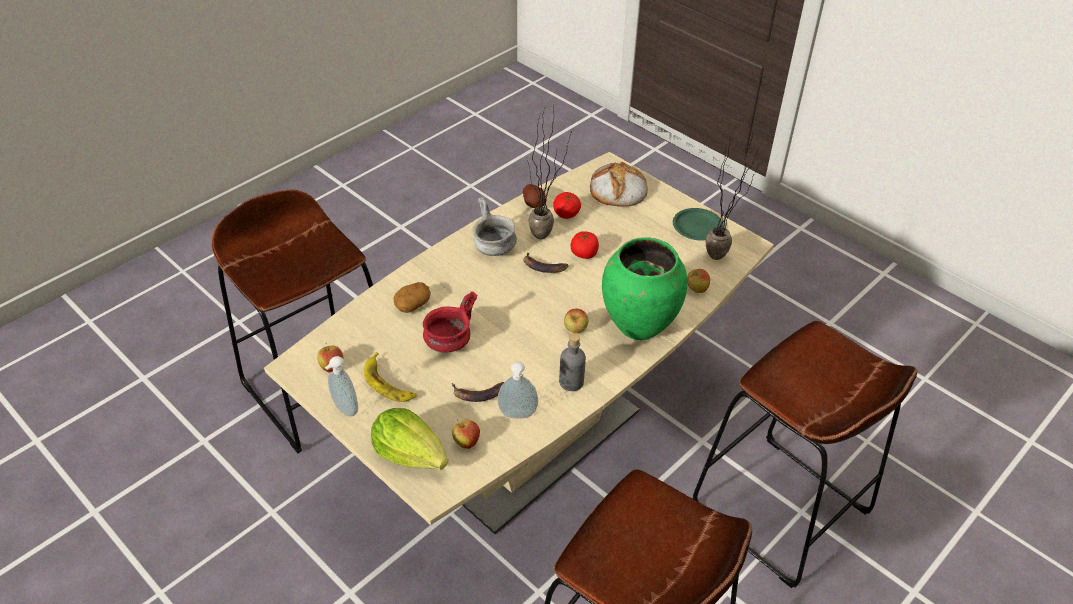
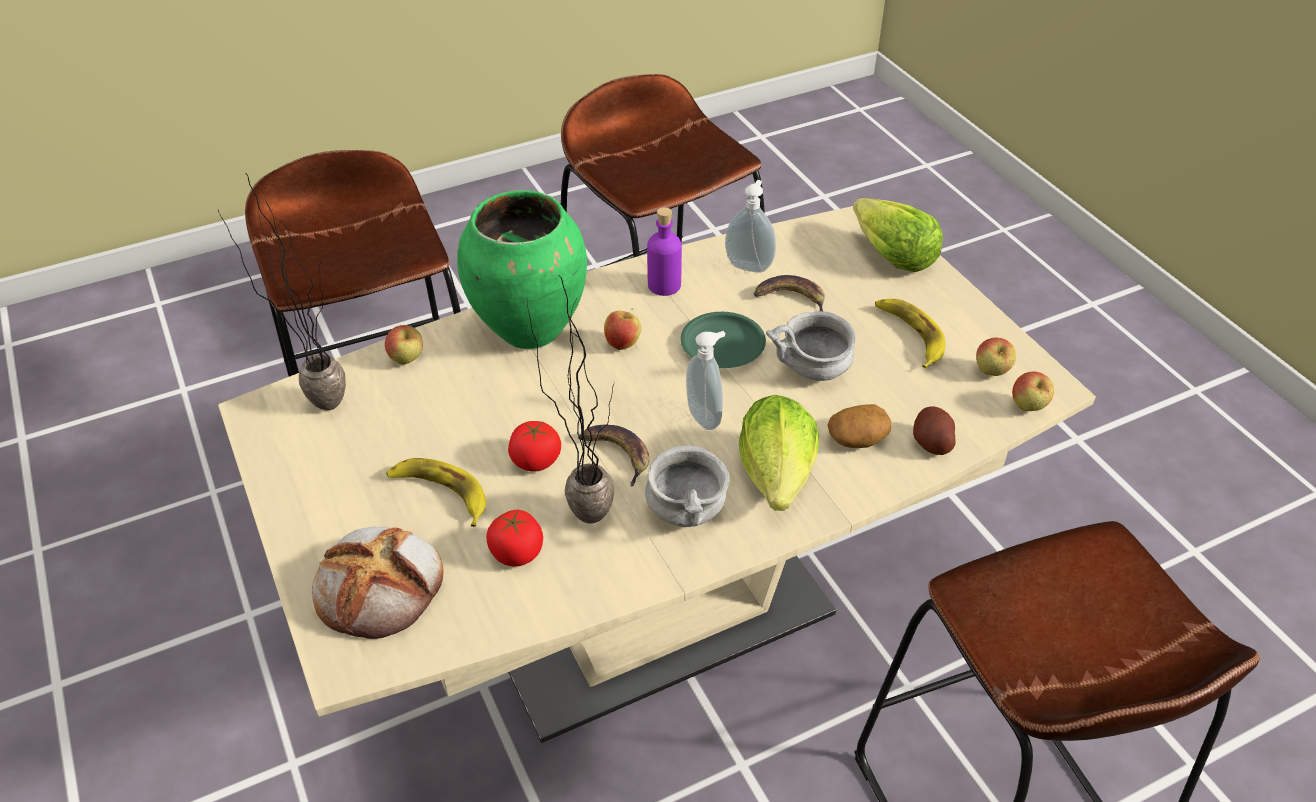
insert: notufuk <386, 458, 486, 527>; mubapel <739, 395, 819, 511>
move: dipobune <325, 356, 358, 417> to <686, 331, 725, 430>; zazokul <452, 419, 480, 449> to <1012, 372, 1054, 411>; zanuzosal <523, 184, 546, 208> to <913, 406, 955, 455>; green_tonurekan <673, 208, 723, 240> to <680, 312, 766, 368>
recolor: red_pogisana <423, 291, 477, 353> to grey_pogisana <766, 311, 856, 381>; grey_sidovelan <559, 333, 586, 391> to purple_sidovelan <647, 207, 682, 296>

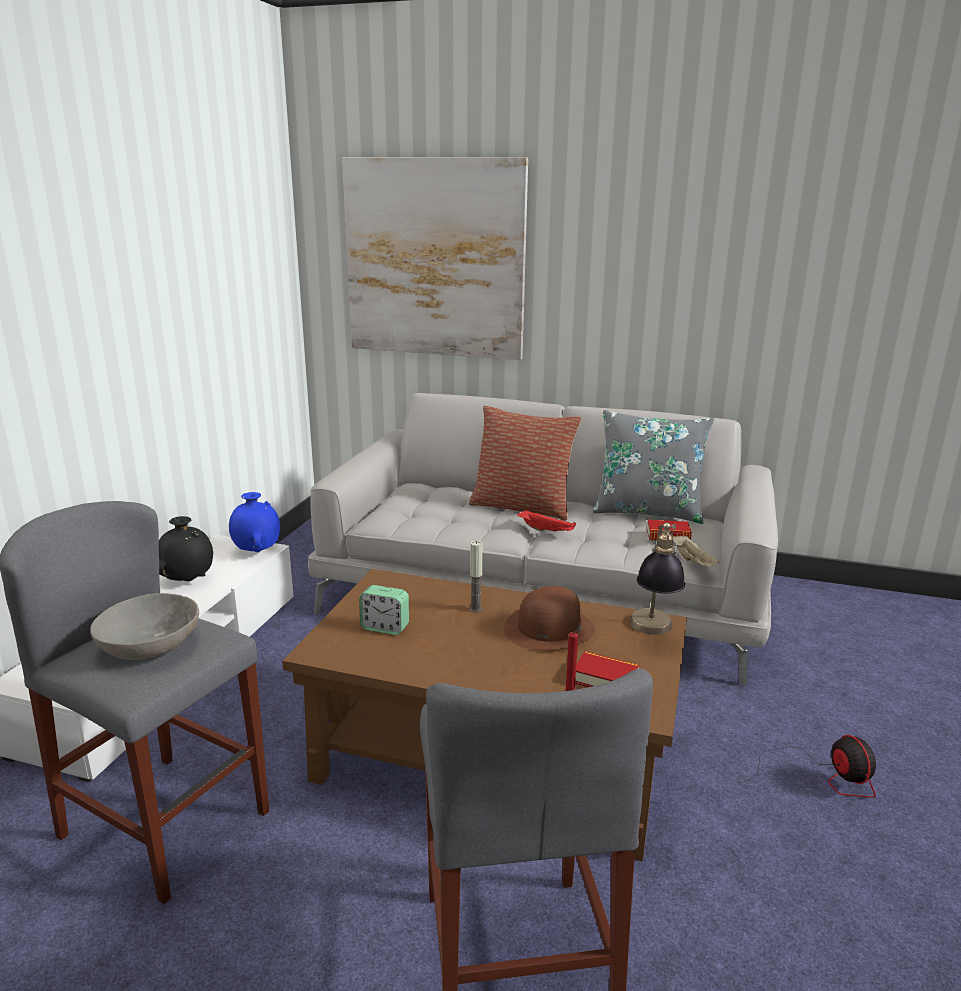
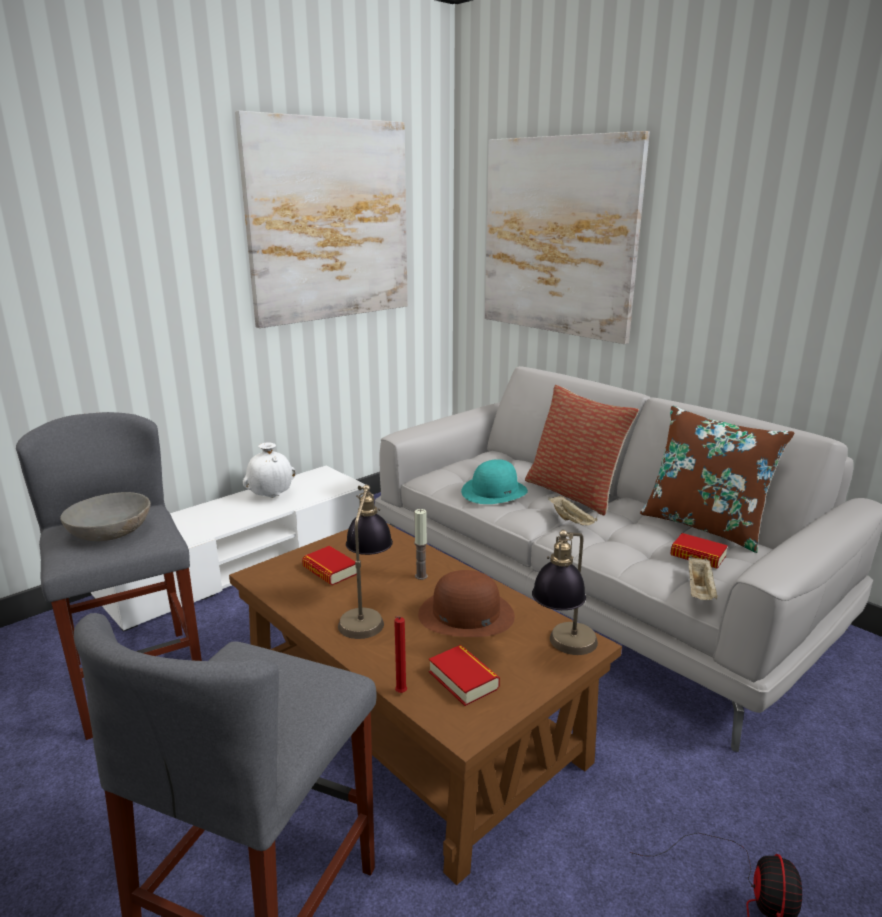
delete: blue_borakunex <229, 492, 280, 552>
insert: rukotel <235, 111, 408, 328>; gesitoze <338, 485, 393, 639>; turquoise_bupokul <461, 459, 528, 504>
replace: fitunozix <359, 585, 409, 635> to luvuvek <302, 546, 357, 585>
recolor: black_borakunex <159, 516, 213, 581> to white_borakunex <243, 442, 296, 498>; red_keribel <517, 510, 576, 532> to beige_keribel <548, 496, 597, 525>; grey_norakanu <593, 410, 714, 524> to brown_norakanu <640, 406, 795, 553>

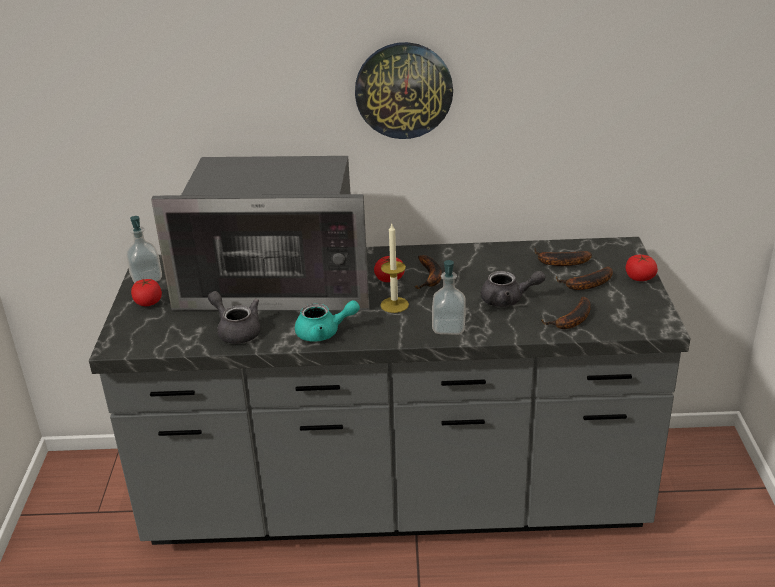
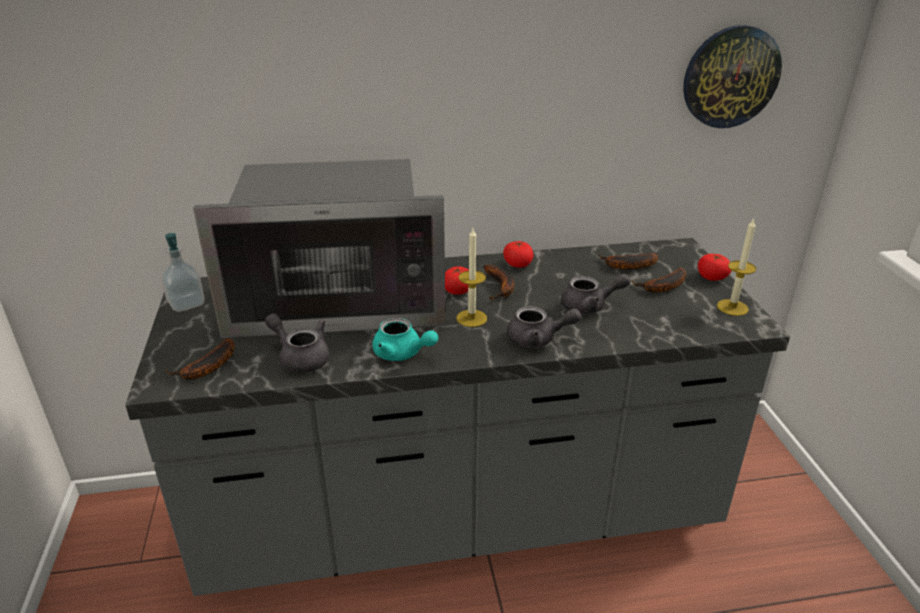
insert: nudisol <717, 218, 756, 316>
move: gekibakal <131, 279, 162, 306> to <503, 241, 534, 268>; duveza <355, 42, 453, 139> to <683, 25, 782, 128>; notufuk <541, 296, 591, 329> to <166, 338, 235, 380>
replace: dipobune <432, 260, 466, 335> to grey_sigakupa <507, 306, 581, 348>
rotate: turquoise_sigakupa <295, 300, 360, 342> = <372, 318, 438, 361> 45 degrees clockwise

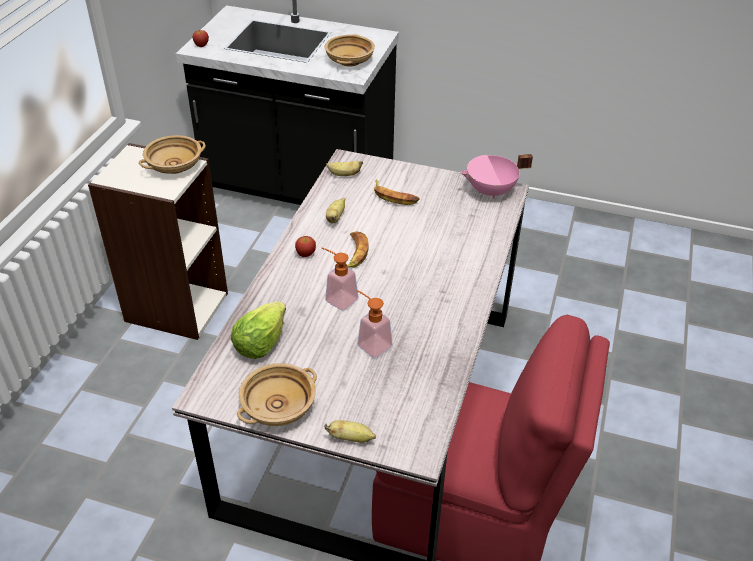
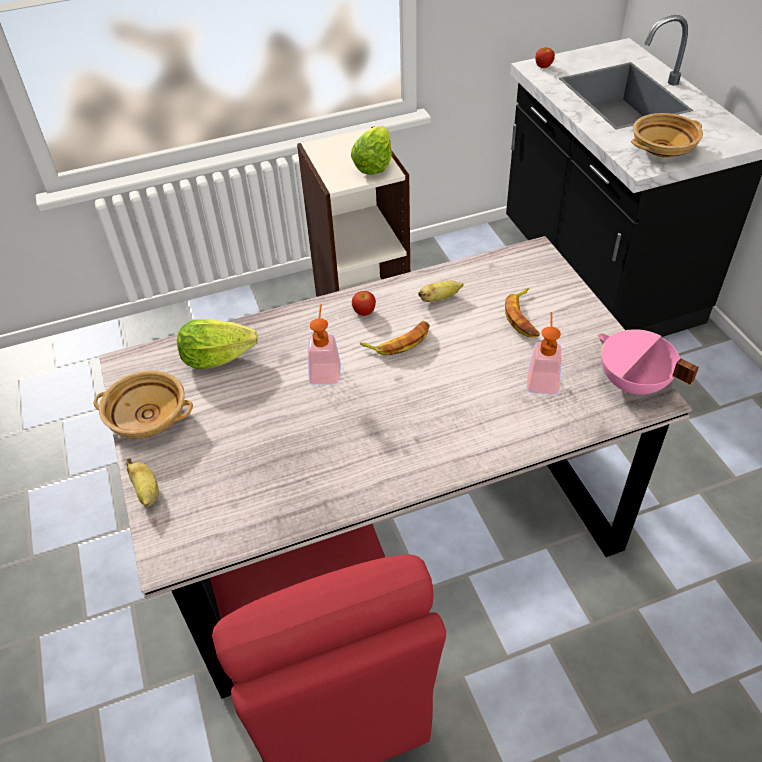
delete: notufuk <326, 161, 363, 176>
move: dipobune <357, 290, 393, 358> to <527, 312, 562, 395>
replace: beige_pogisana <139, 135, 206, 174> to mubapel <351, 126, 392, 175>

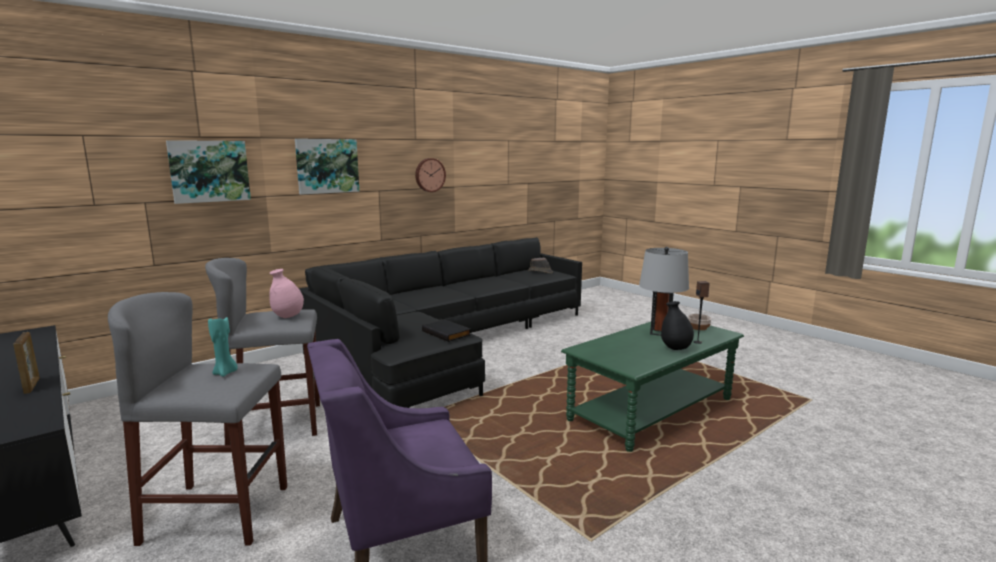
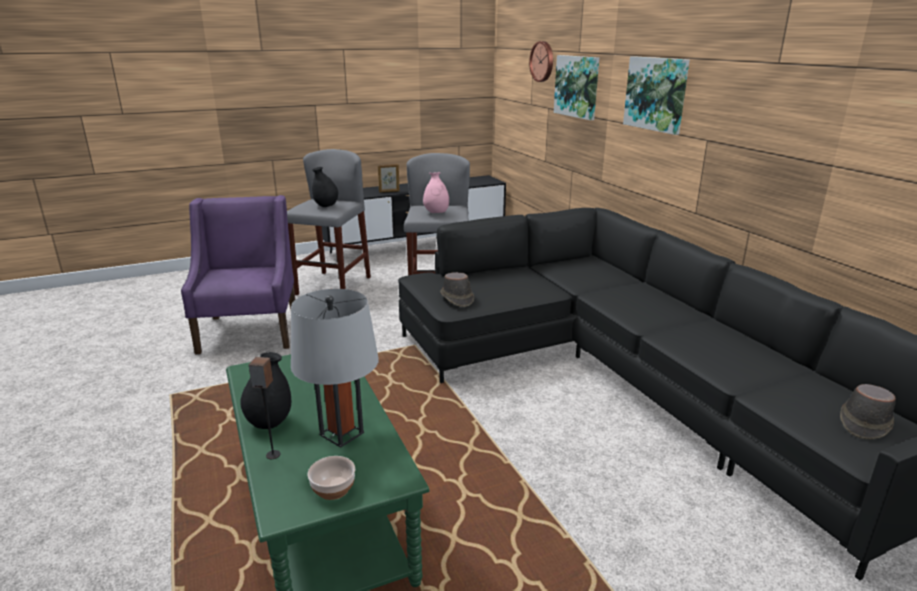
move: duveza <415, 158, 446, 192> to <529, 41, 553, 82>
replace: turquoise_nudisol <208, 315, 238, 377> to black_borakunex <312, 167, 338, 207>; black_luvuvek <422, 319, 471, 342> to brown_bupokul <440, 272, 474, 307>

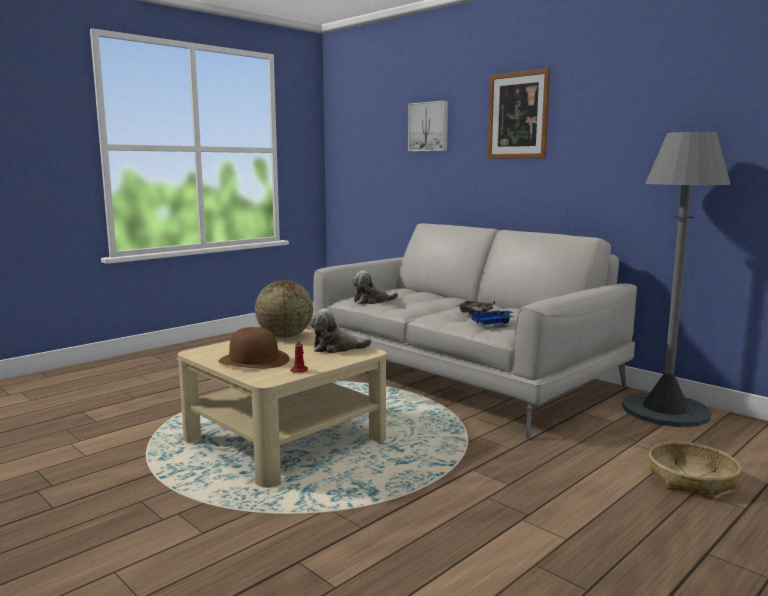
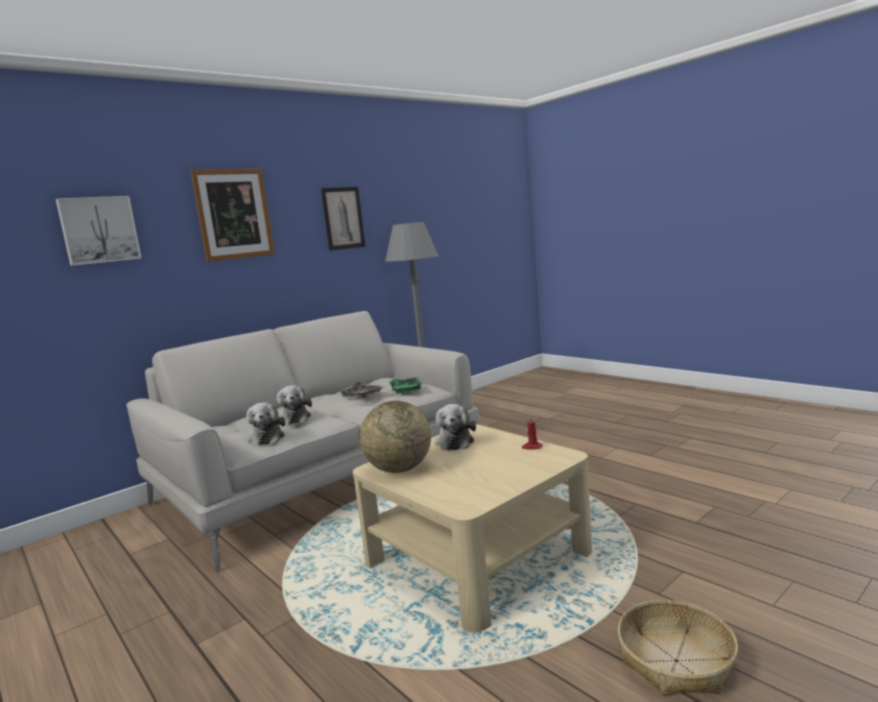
delete: brown_bupokul <218, 327, 290, 369>
insert: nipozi <277, 385, 312, 425>; rukotel <321, 187, 365, 251>
move: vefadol <649, 442, 741, 499> to <618, 600, 738, 696>
recolor: blue_keribel <469, 309, 513, 325> to green_keribel <389, 377, 423, 394>

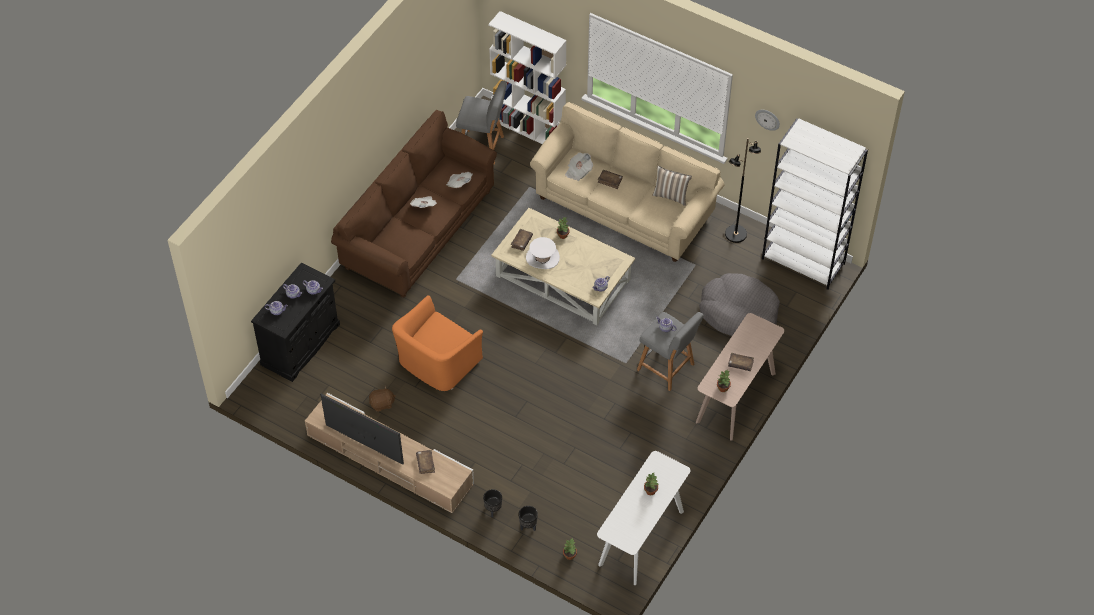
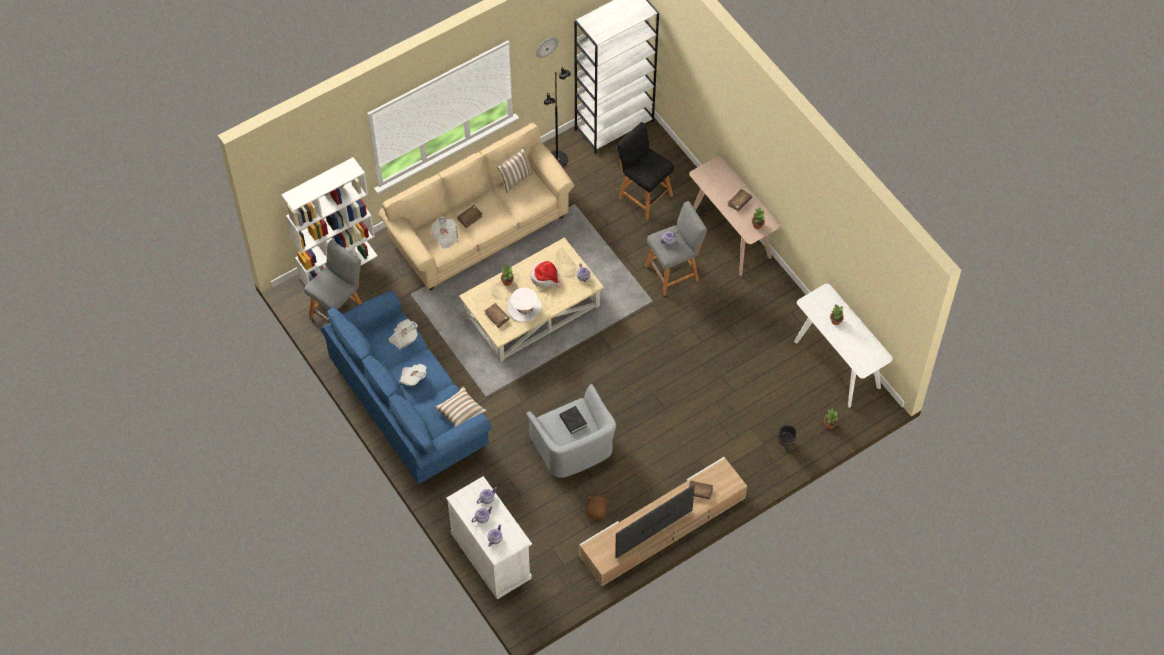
delete: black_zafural <483, 489, 502, 517>
insert: norakanu <434, 386, 487, 427>; bupokul <530, 261, 562, 288>; black_luvuvek <559, 406, 587, 434>
replace: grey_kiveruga <699, 273, 780, 336> to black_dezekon <616, 122, 674, 220>
recolor: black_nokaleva <251, 263, 340, 382> to white_nokaleva <446, 476, 532, 599>; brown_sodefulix <331, 110, 497, 298> to blue_sodefulix <321, 290, 491, 484>; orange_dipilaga <392, 295, 483, 391> to grey_dipilaga <527, 384, 616, 478>

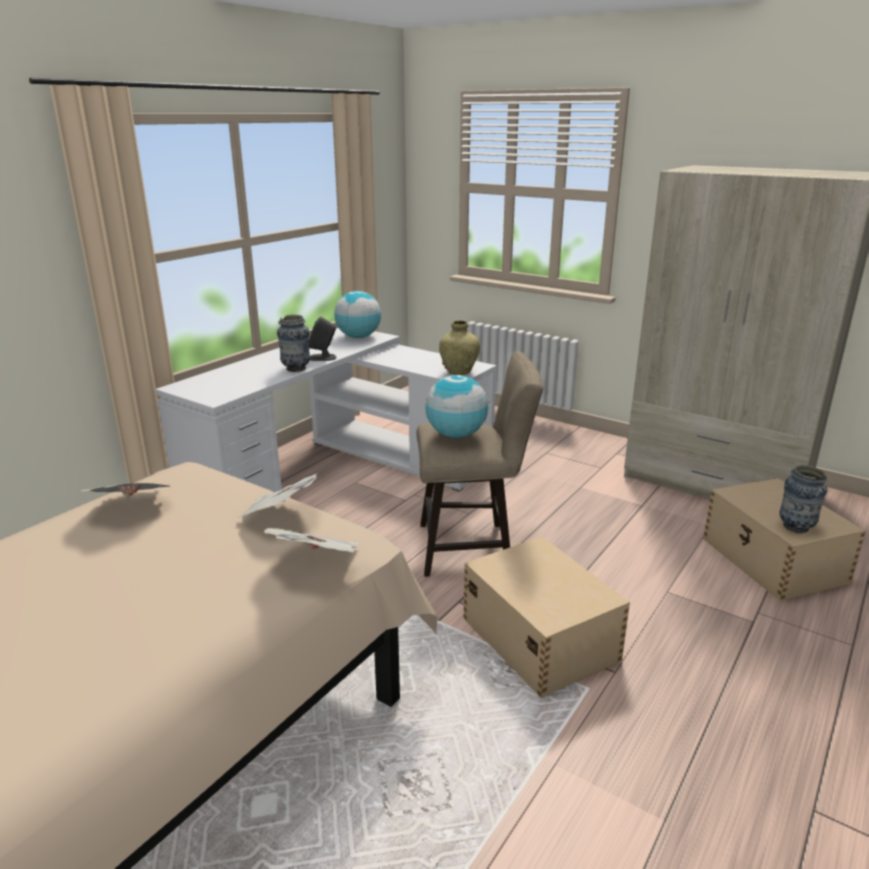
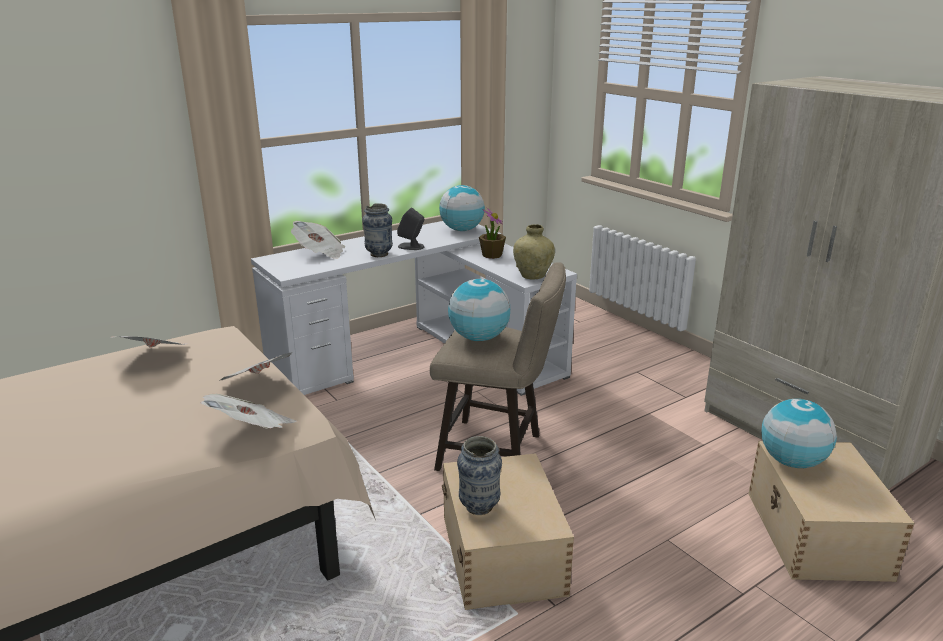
insert: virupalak <291, 221, 345, 259>; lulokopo <479, 208, 506, 259>; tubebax <762, 399, 837, 468>
move: borakunex <779, 465, 827, 533> to <457, 436, 502, 515>

